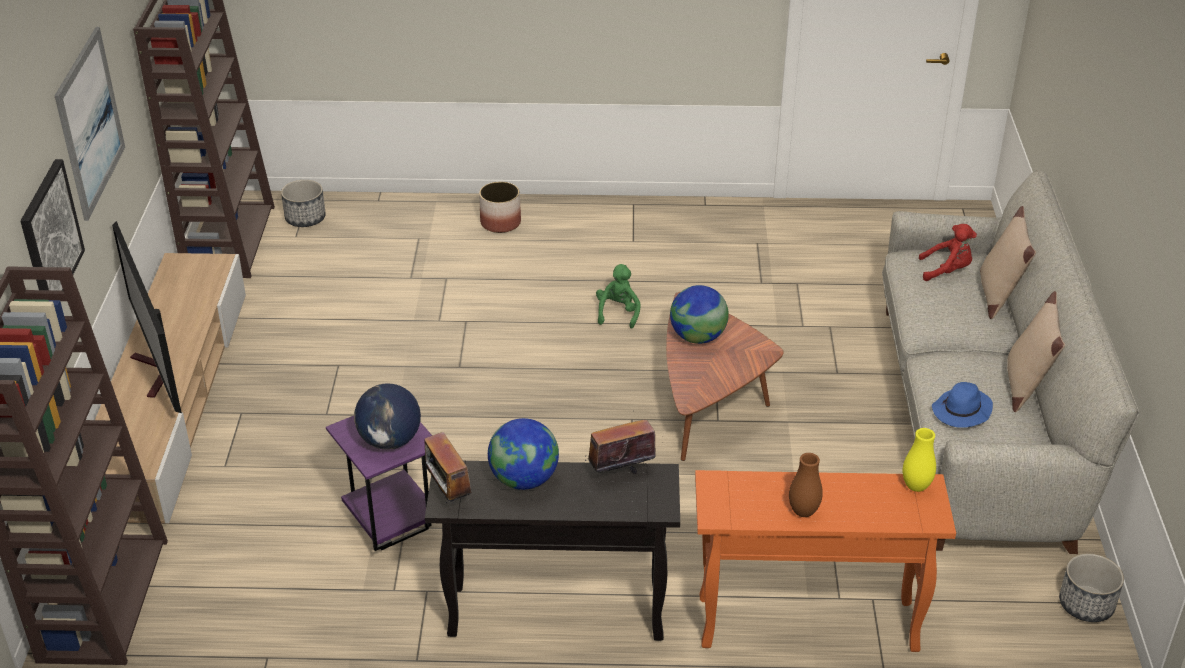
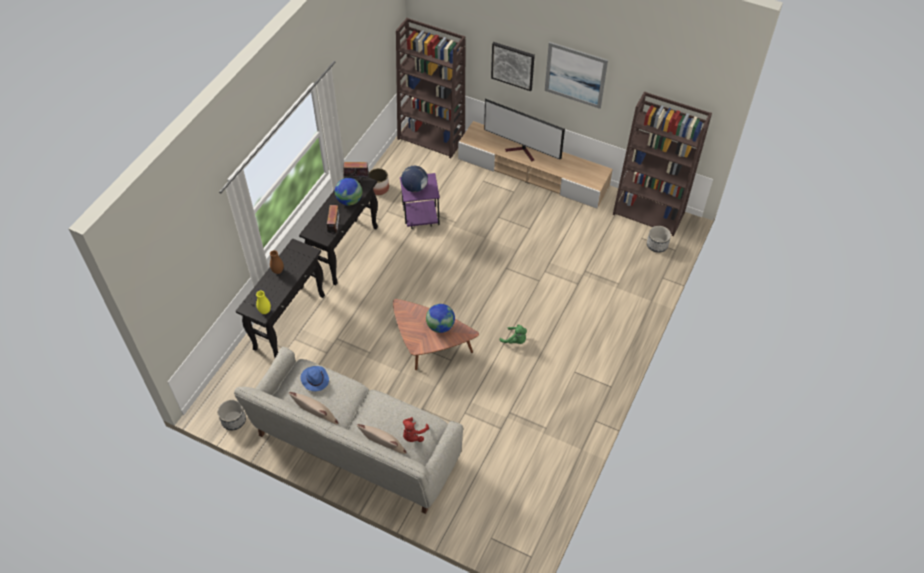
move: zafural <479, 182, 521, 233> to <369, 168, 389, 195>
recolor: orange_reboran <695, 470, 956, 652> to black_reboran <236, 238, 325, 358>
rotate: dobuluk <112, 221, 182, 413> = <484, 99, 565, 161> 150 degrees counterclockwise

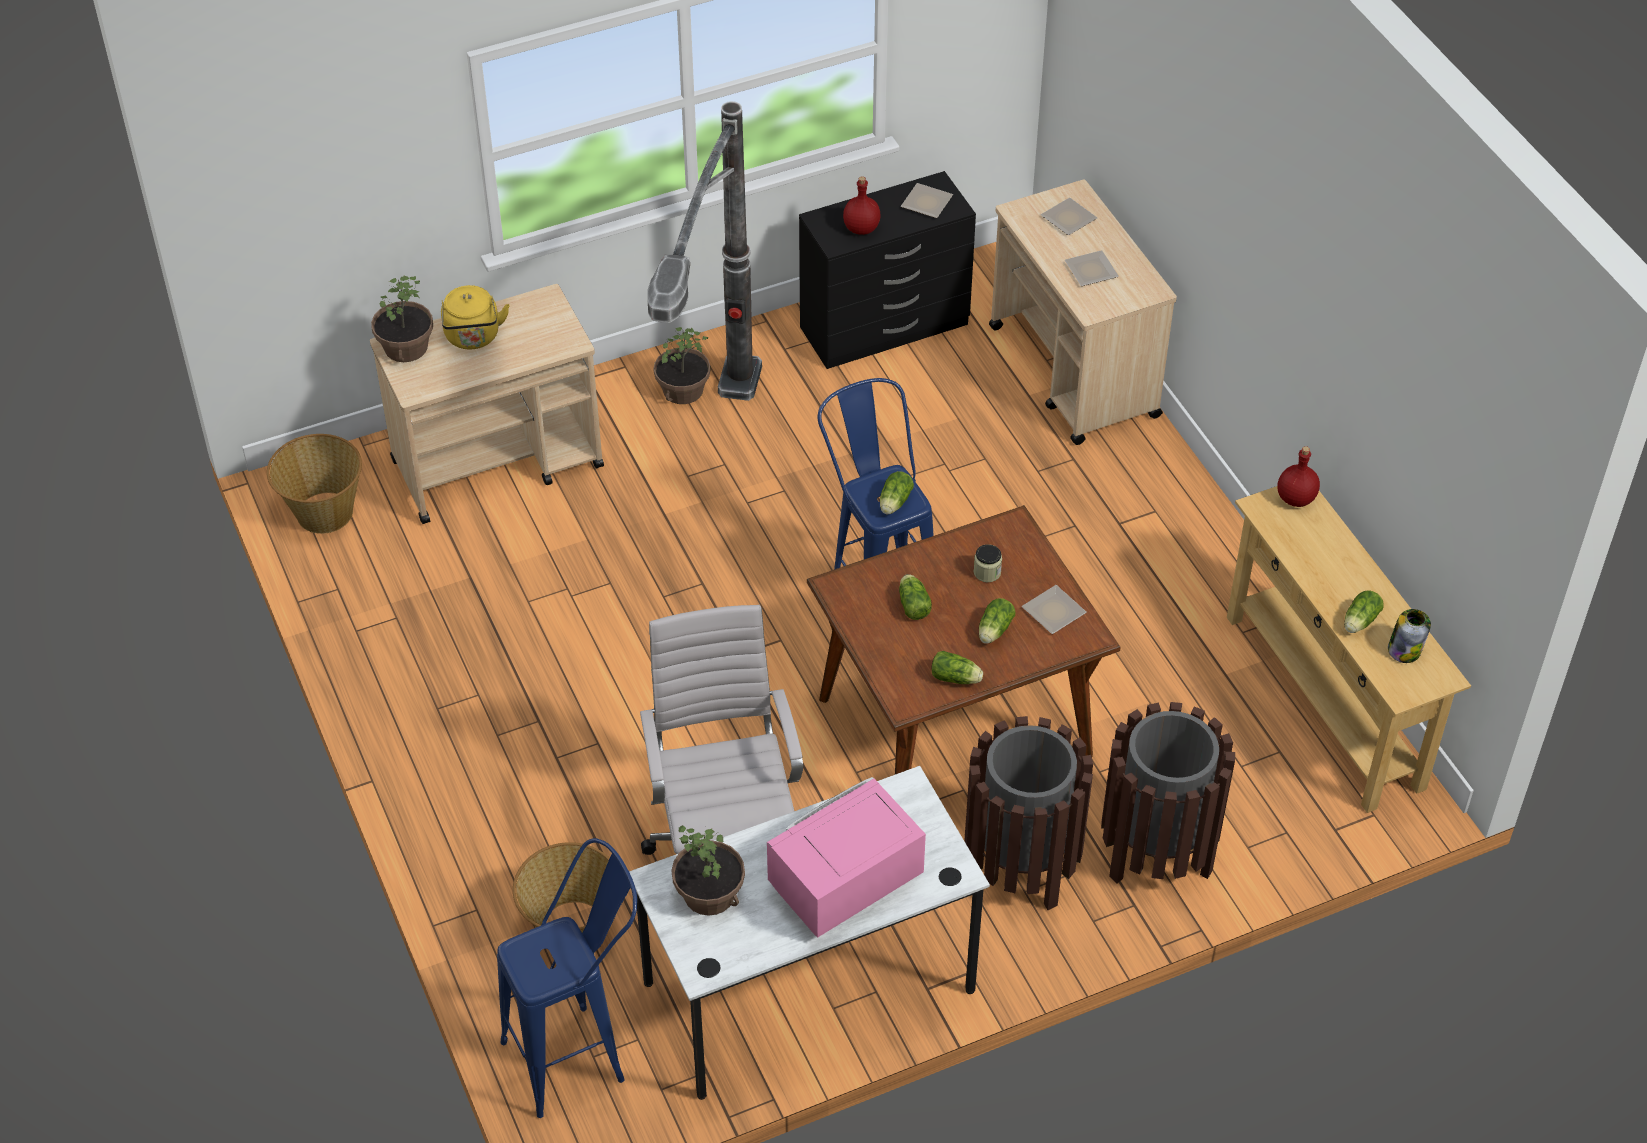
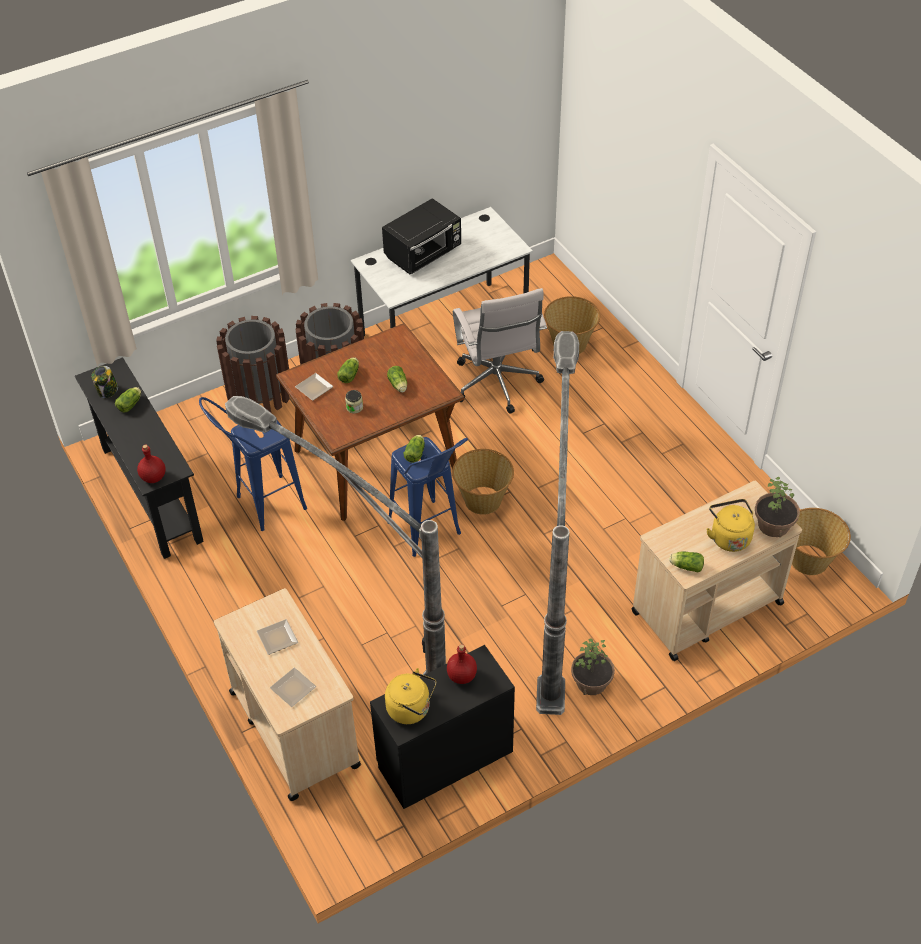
delete: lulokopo <671, 825, 745, 916>
insert: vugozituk <225, 396, 446, 677>; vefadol <452, 449, 514, 515>
move: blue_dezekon <497, 838, 637, 1118> to <199, 397, 307, 531>; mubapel <931, 651, 983, 684> to <669, 551, 704, 573>
replace: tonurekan <901, 183, 953, 218> to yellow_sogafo <385, 668, 436, 724>
recolor: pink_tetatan <767, 777, 926, 938> to black_tetatan <382, 198, 461, 274>; beige_reboran <1227, 486, 1471, 813> to black_reboran <75, 357, 204, 559>

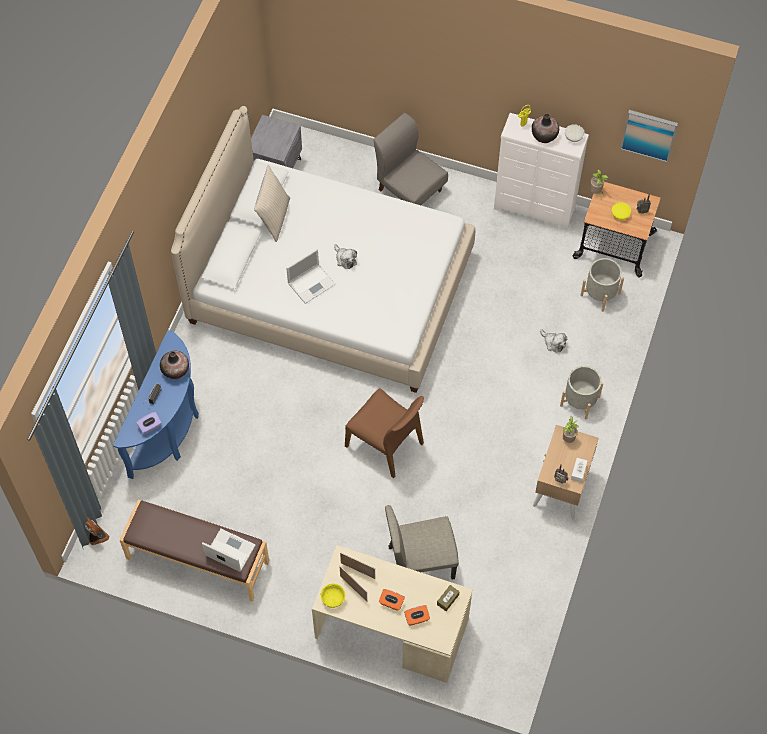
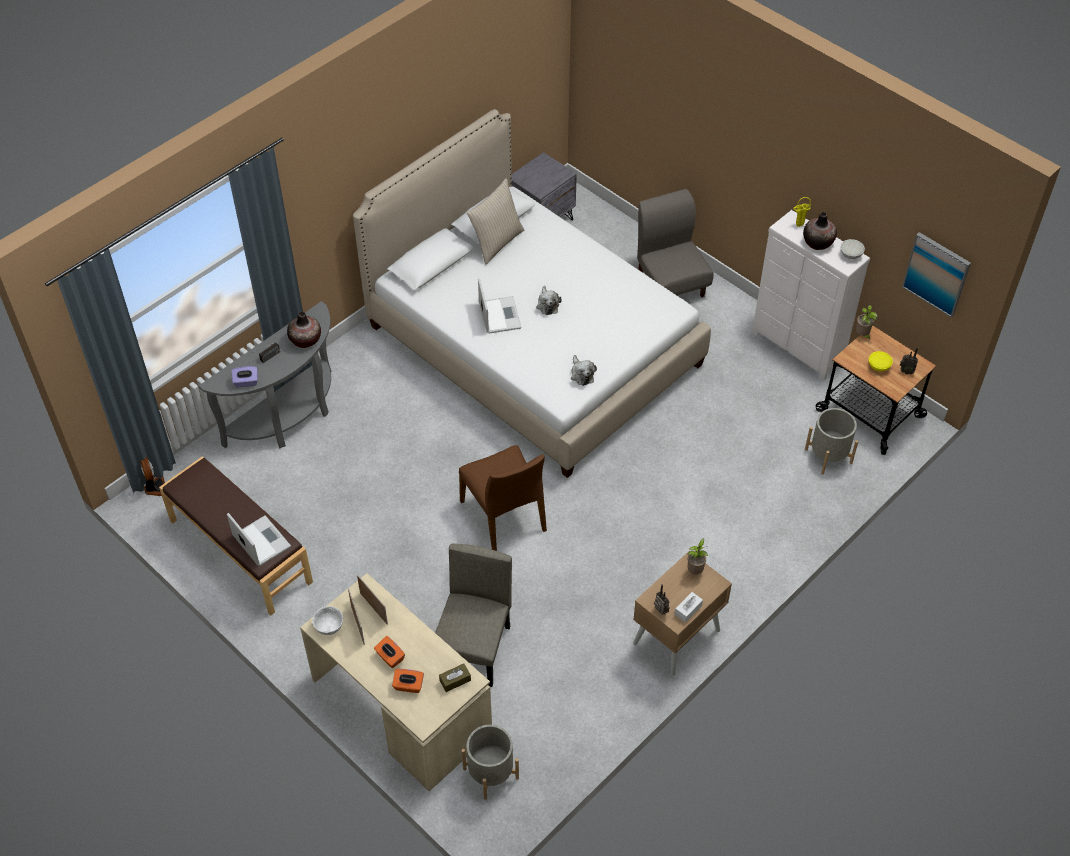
move: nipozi <540, 329, 568, 353> to <571, 355, 597, 386>; grey_zafural <560, 366, 603, 419> to <461, 725, 519, 800>
recolor: blue_reboran <113, 330, 199, 479> to grey_reboran <199, 301, 332, 448>; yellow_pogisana <321, 583, 346, 608> to white_pogisana <312, 606, 343, 635>
rotate: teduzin <286, 249, 336, 304> = <478, 278, 521, 334> 90 degrees counterclockwise; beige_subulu <385, 505, 459, 579> = <435, 544, 512, 687> 90 degrees clockwise

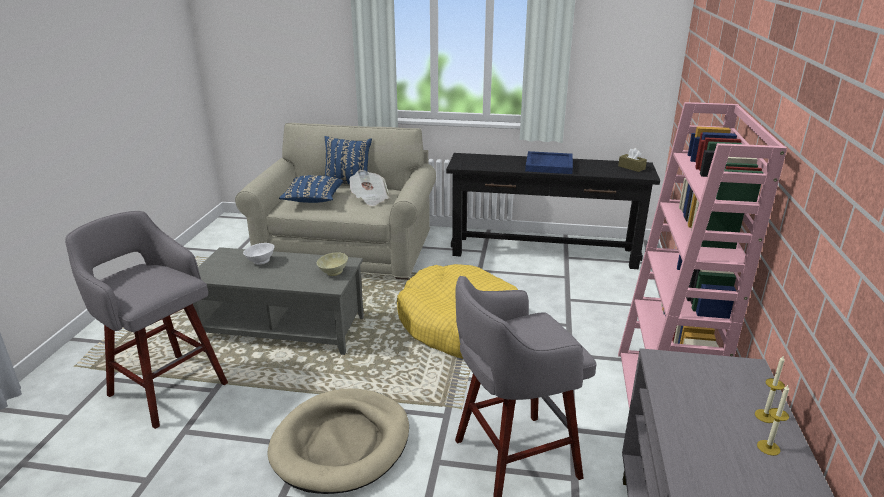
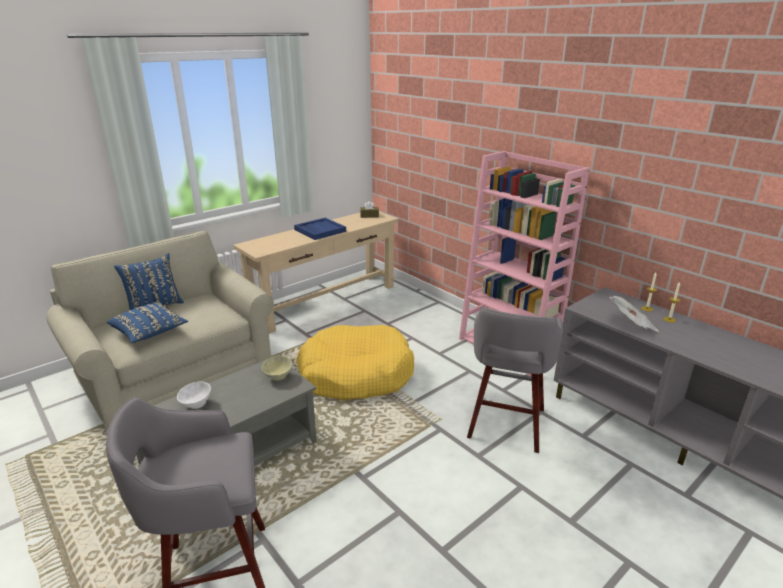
delete: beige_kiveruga <267, 389, 409, 494>
move: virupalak <349, 170, 389, 206> to <610, 296, 659, 332>
recolor: black_reboran <446, 153, 660, 269> to beige_reboran <233, 212, 399, 334>

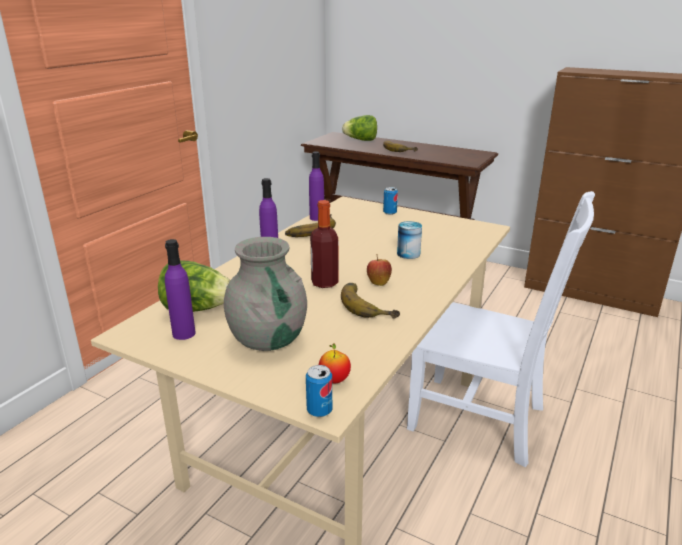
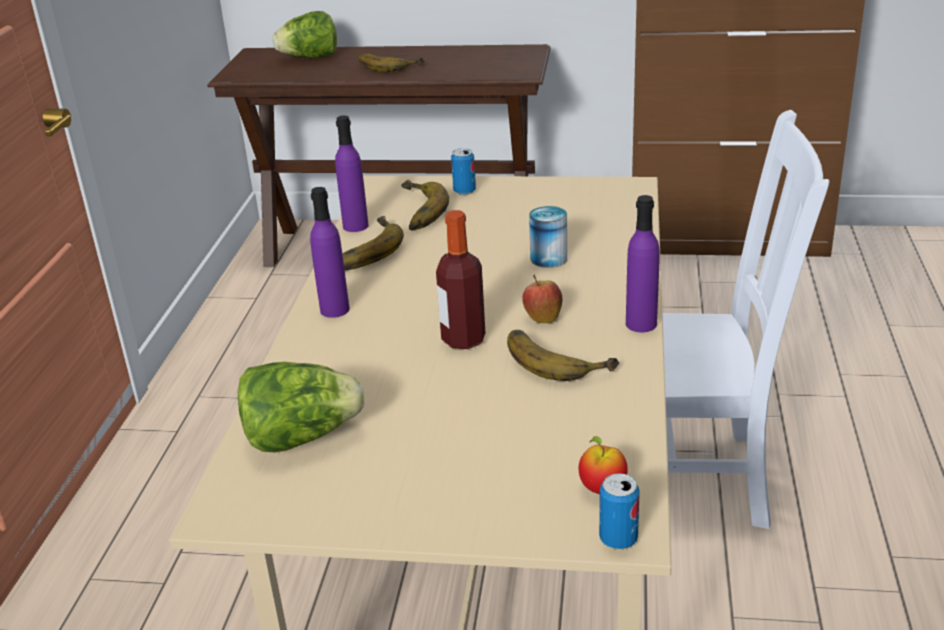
delete: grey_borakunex <224, 237, 307, 351>
insert: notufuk <402, 180, 449, 231>
move: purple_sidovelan <165, 239, 196, 340> to <626, 195, 660, 332>

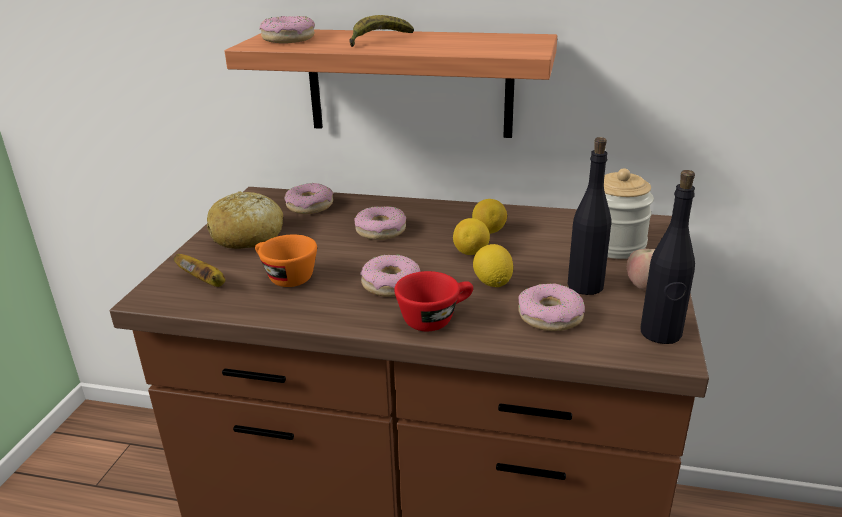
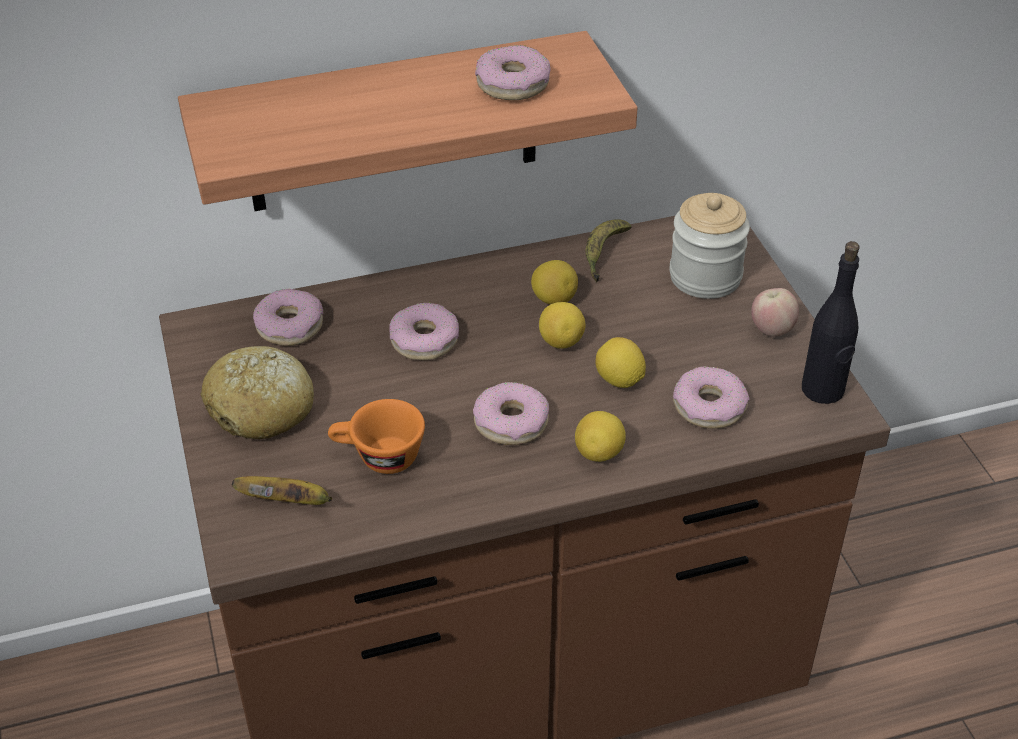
delete: black_sidovelan <568, 137, 611, 295>
move: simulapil <259, 16, 315, 43> to <475, 45, 551, 100>; notufuk <349, 15, 414, 47> to <586, 219, 632, 282>
replace: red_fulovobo <394, 271, 473, 331> to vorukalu <575, 411, 626, 462>

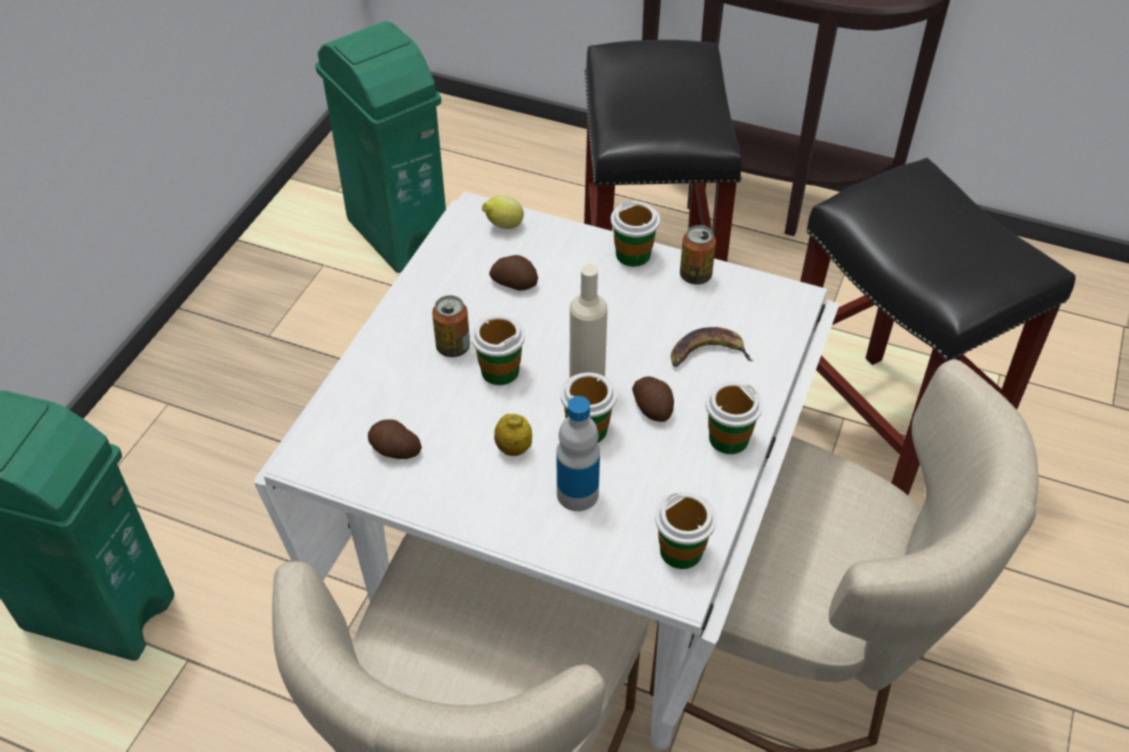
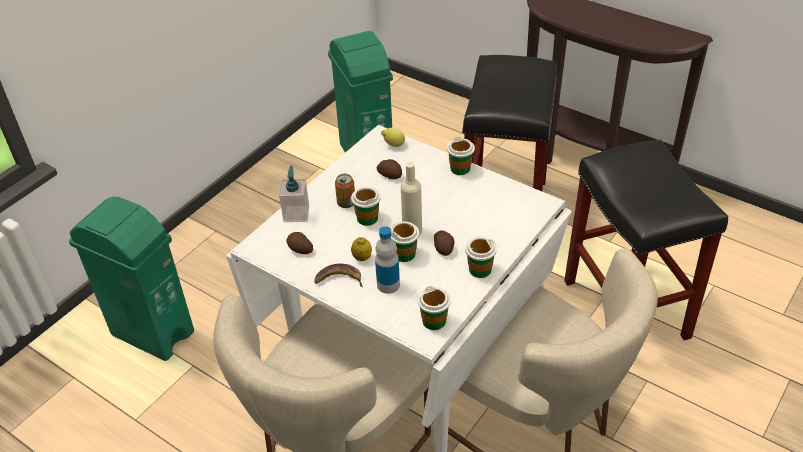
delete: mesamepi <680, 225, 716, 285>
insert: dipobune <279, 166, 309, 222>
move: notufuk <671, 327, 753, 367> to <314, 264, 363, 287>

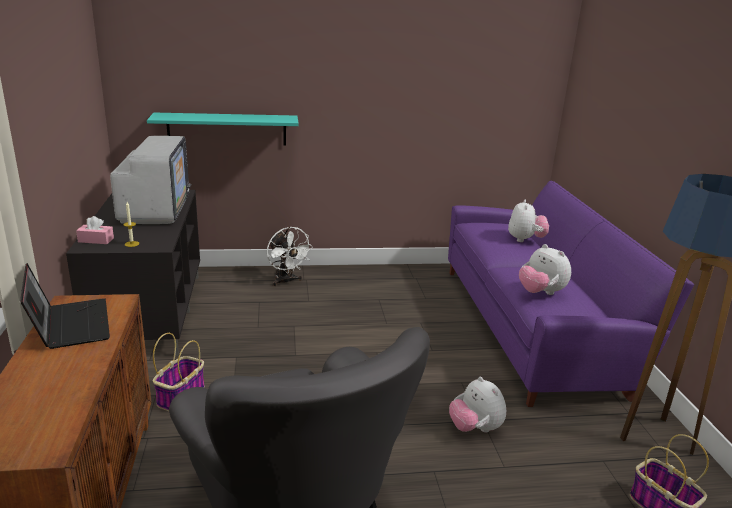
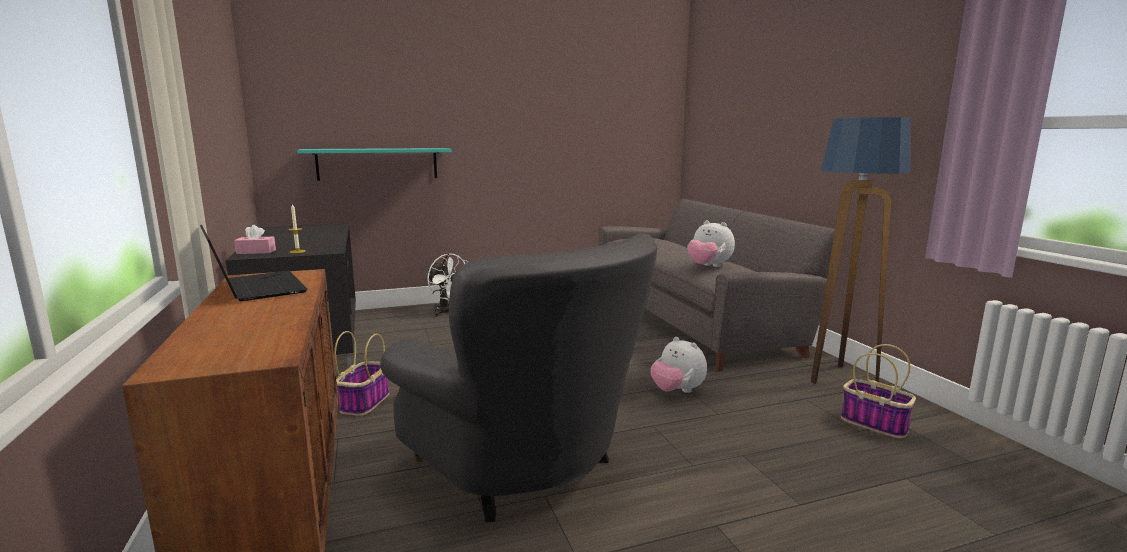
delete: dobuluk <110, 136, 191, 224>; nipozi <508, 199, 549, 242>
recolor: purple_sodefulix <448, 180, 694, 407> to grey_sodefulix <599, 198, 845, 371>

